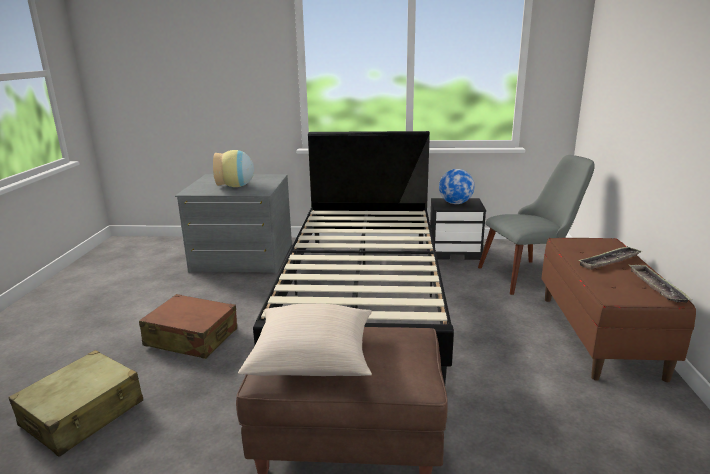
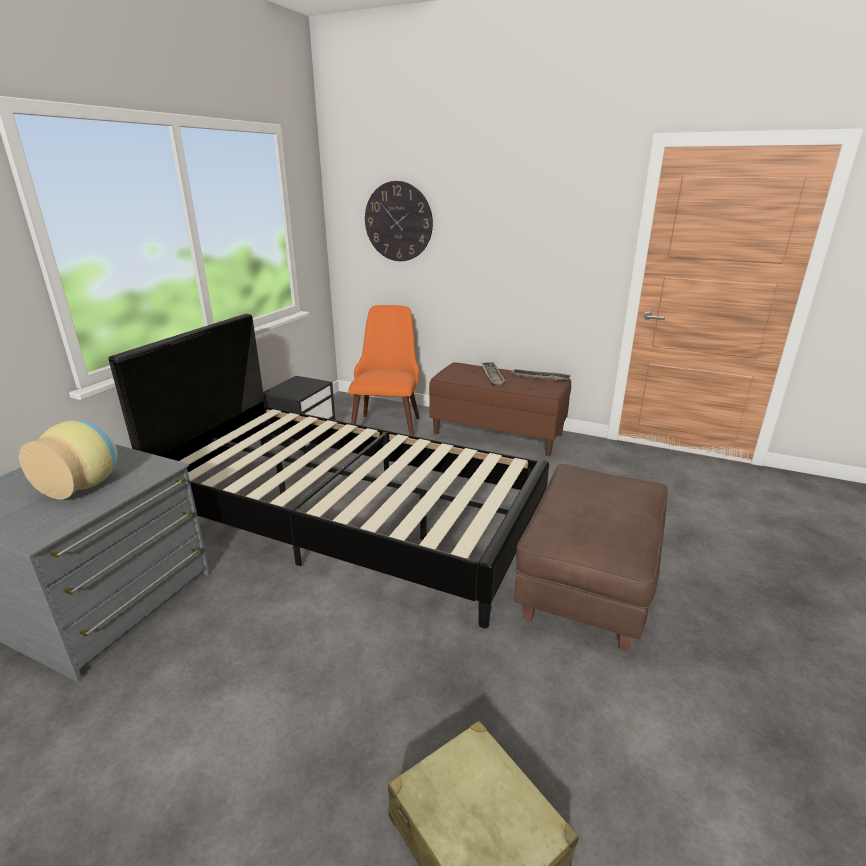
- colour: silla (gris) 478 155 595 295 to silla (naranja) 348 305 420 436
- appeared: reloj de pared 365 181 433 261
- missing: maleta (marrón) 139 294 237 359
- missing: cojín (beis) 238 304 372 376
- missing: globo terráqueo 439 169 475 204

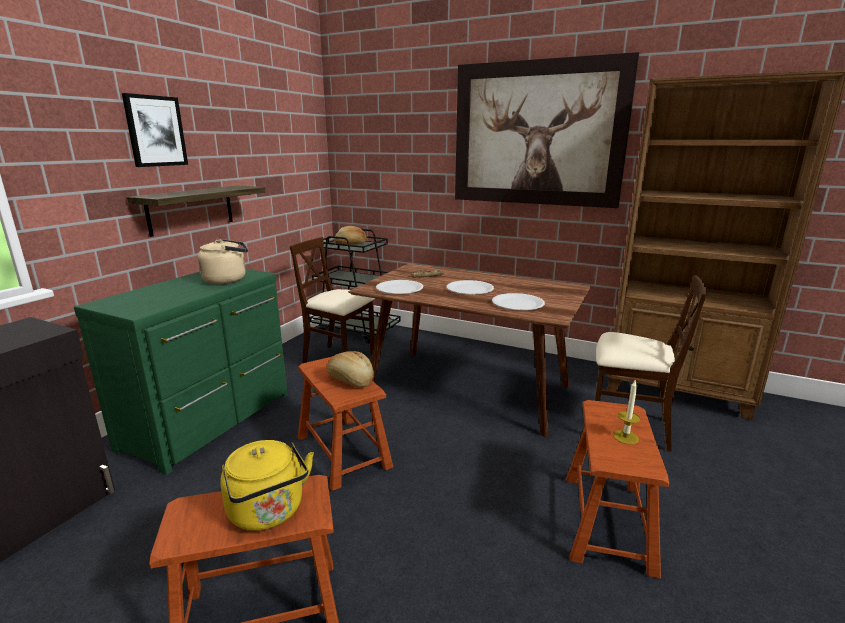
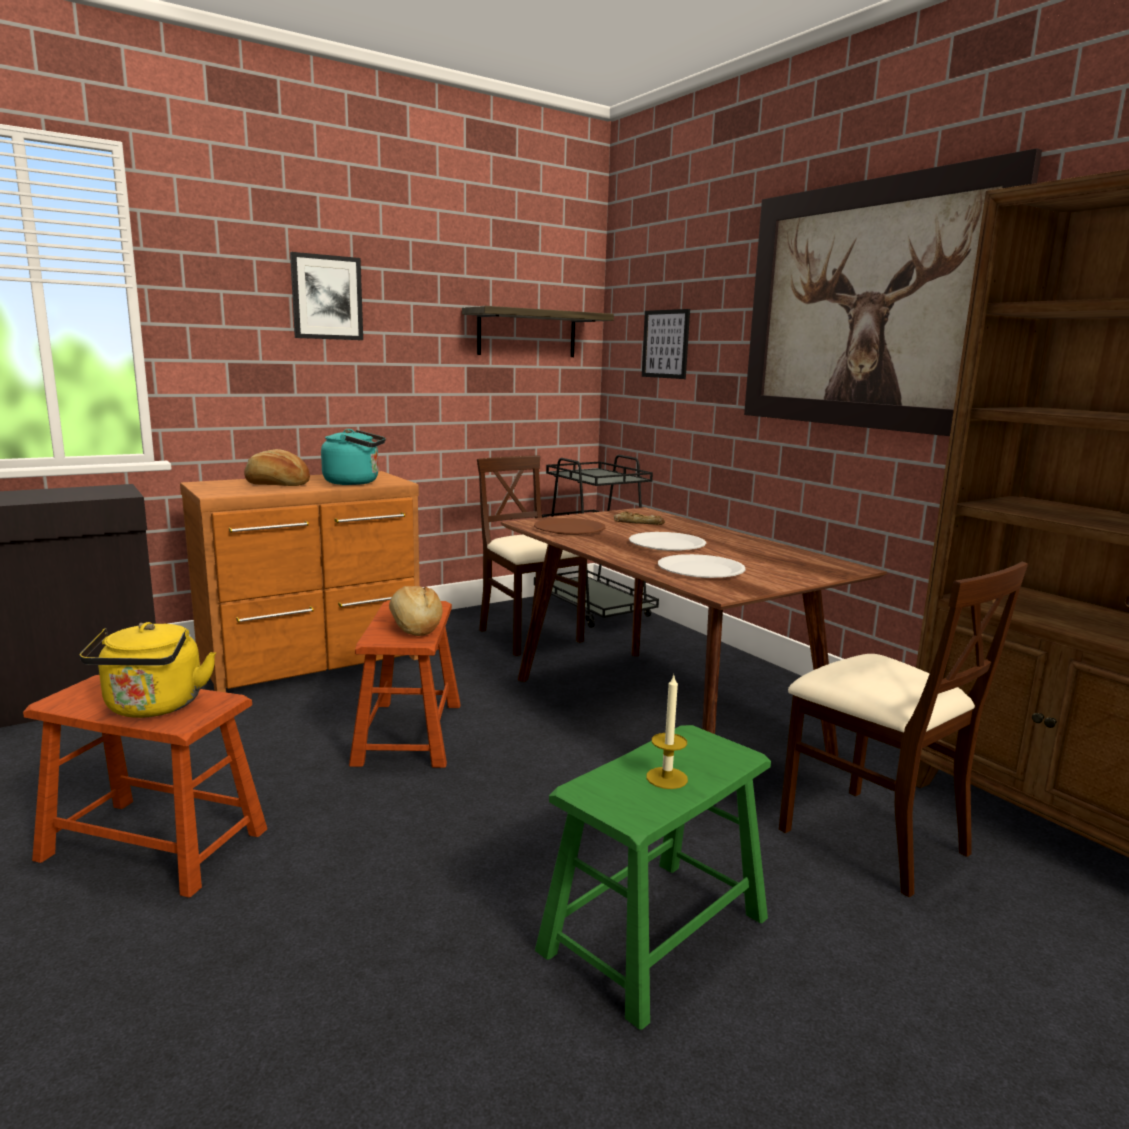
- colour: cómoda (verde) 74 269 288 475 to cómoda (marrón) 180 471 420 692
- relocated: pan 334 226 367 245 to 244 449 310 486
- colour: hervidor (beis) 198 239 248 284 to hervidor (turquesa) 321 429 386 485
- relocated: estante 127 185 266 237 to 462 306 614 357
- colour: plato (blanco) 376 280 423 294 to plato (marrón) 534 518 606 535
- colour: taburete (marrón) 566 400 669 578 to taburete (verde) 535 725 771 1030
- appeared: cuadro 642 309 690 379

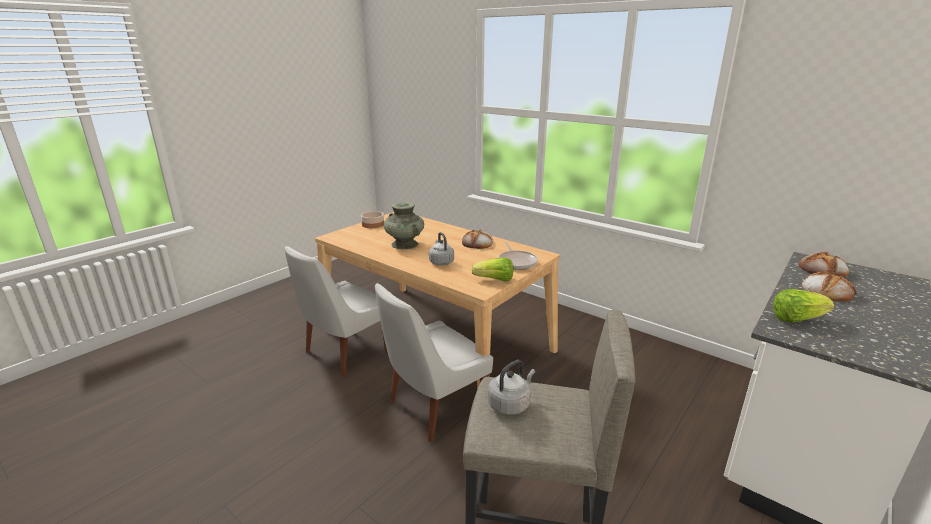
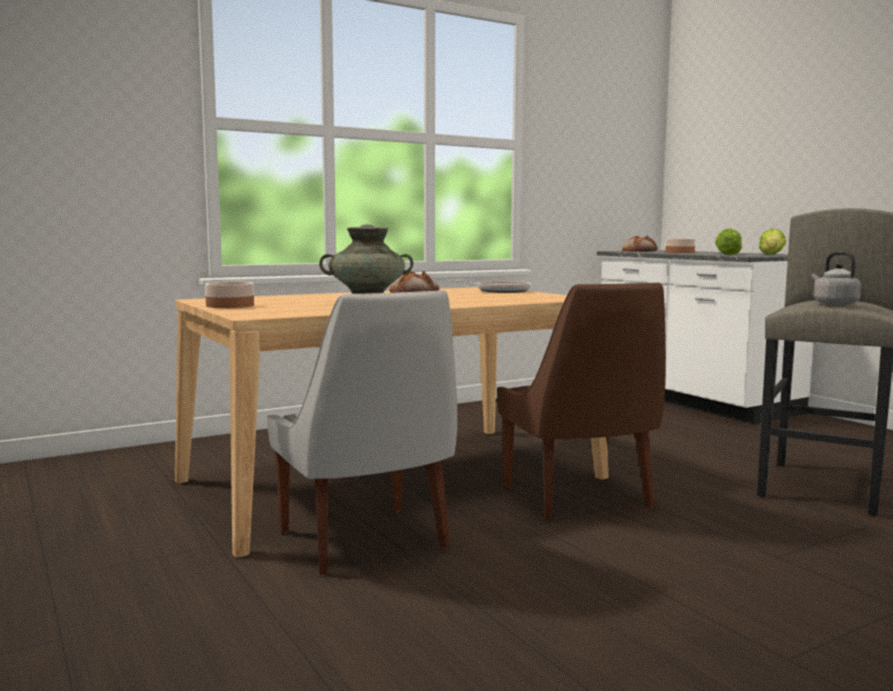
- colour: silla (blanco) 375 283 493 442 to silla (marrón) 497 283 666 521
- exchanged: pan 802 270 856 302 to cuenco 665 238 696 253
- relocated: lechuga 471 258 513 281 to 759 229 786 254
- missing: hervidor (gris) 429 232 454 266

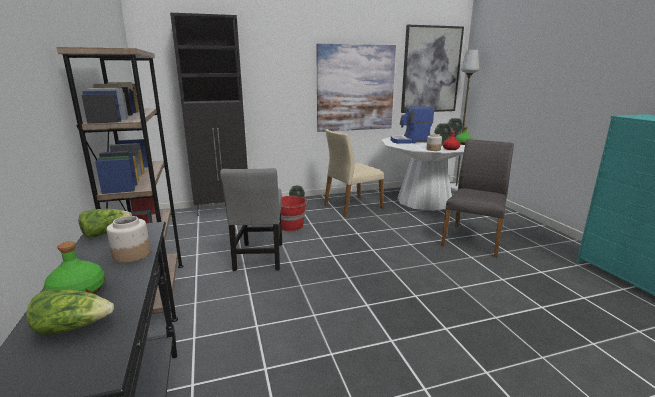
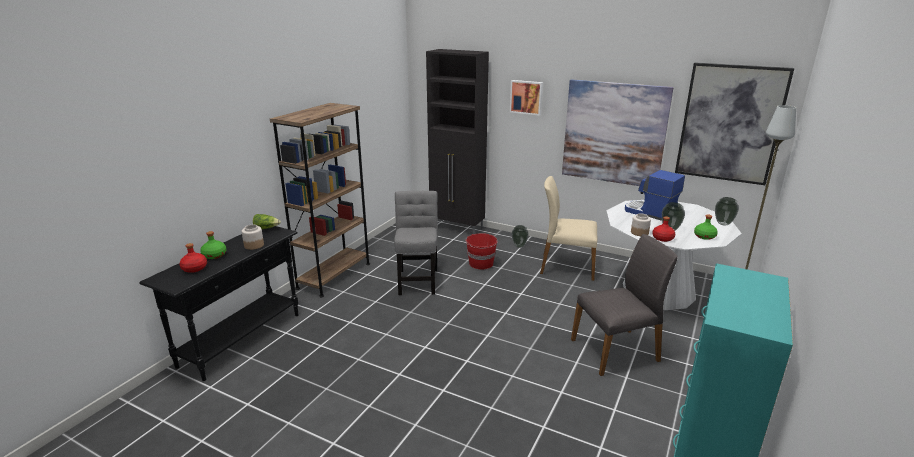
- exchanged: lechuga 27 289 114 335 to botella (rojo) 179 243 207 273
- spun: silla (gris) 220 168 282 271 = 394 191 438 295 135 degrees clockwise
- appeared: cuadro 510 80 543 116

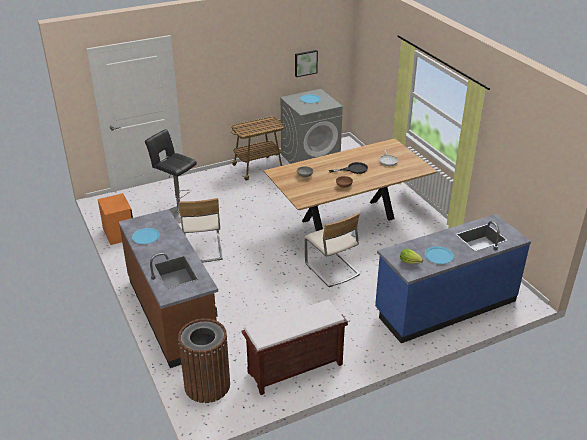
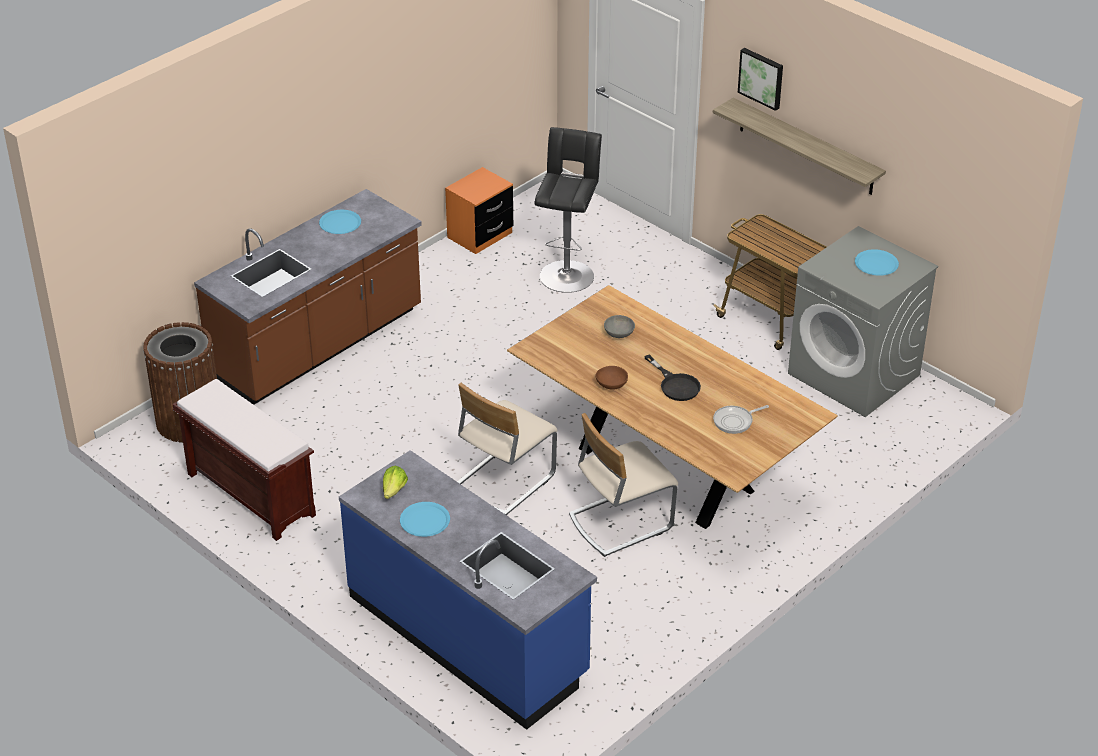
- relocated: silla (beis) 179 198 223 263 to 569 413 678 557
- appeared: estante 713 98 886 195
- relocated: cuadro 295 50 318 77 to 738 48 783 111

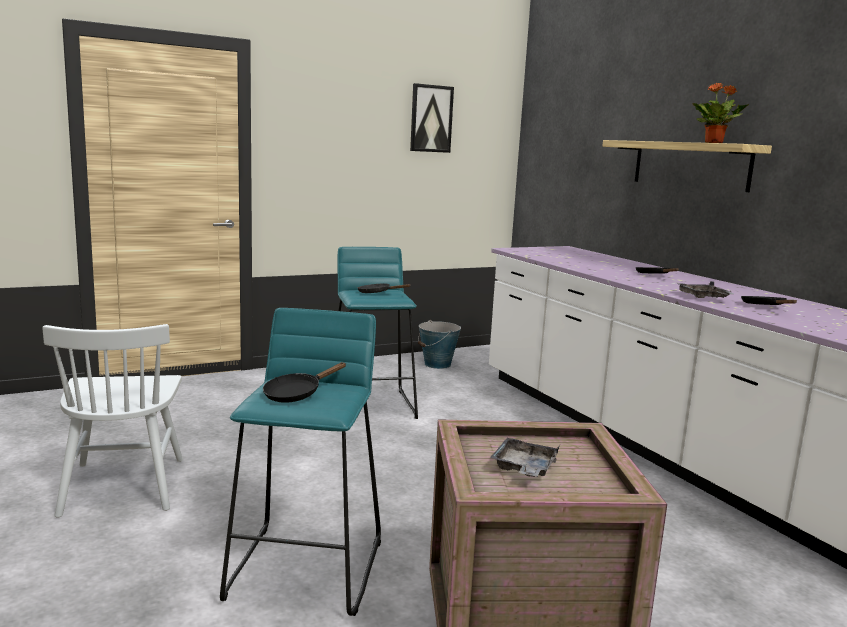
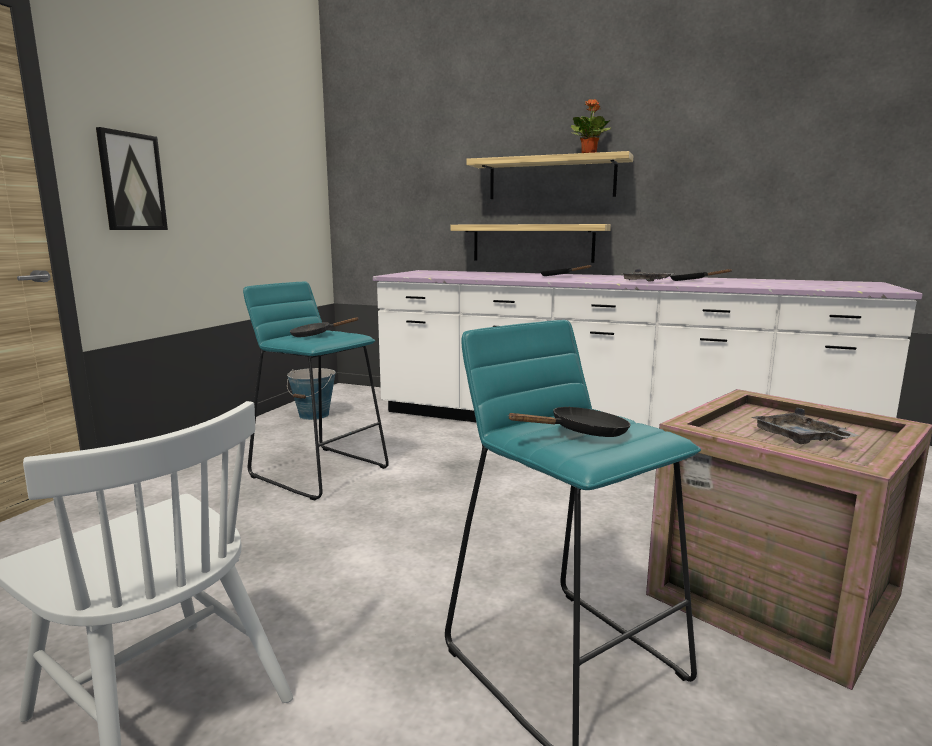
- relocated: cuadro 410 83 454 153 to 96 127 168 230
- appeared: estante 450 224 611 263
- spun: sartén (negro) 263 362 346 403 = 508 406 631 437 120 degrees counterclockwise

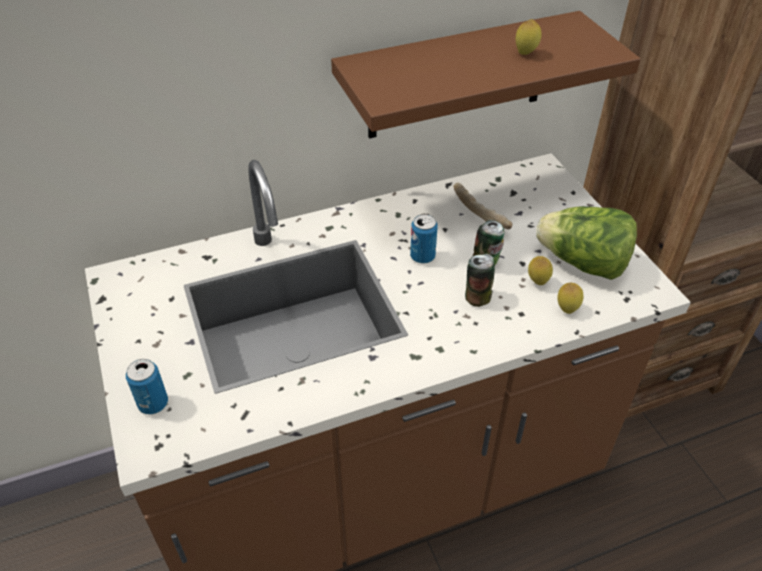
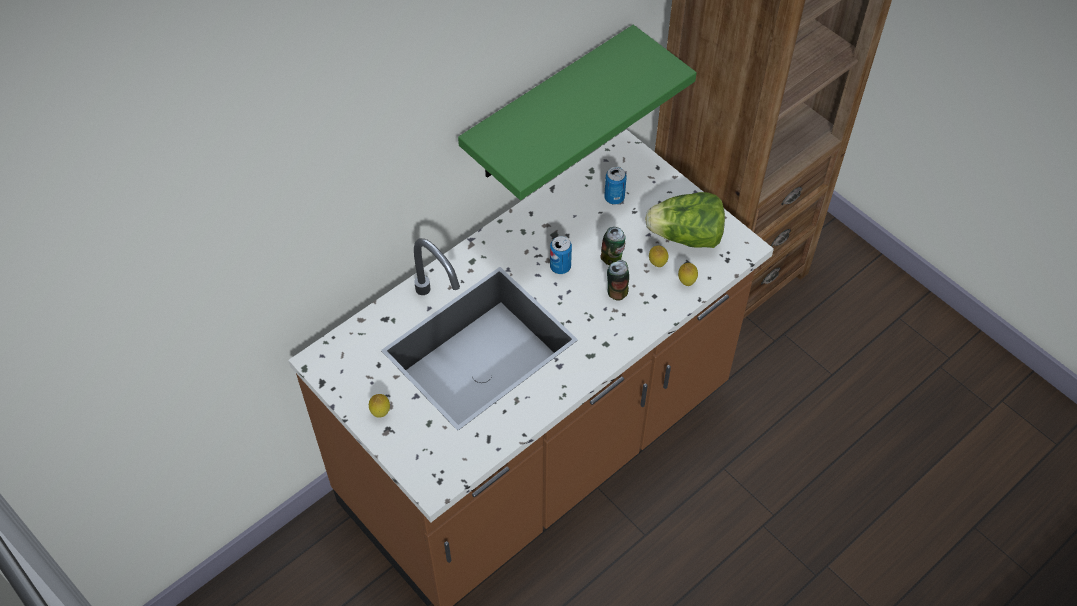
- relocated: limón 516 19 542 55 to 369 394 390 418
- colour: estante (marrón) 331 11 640 139 to estante (verde) 458 25 697 200
- relocated: lata 126 359 168 414 to 604 167 627 205
- missing: pan 454 183 512 229

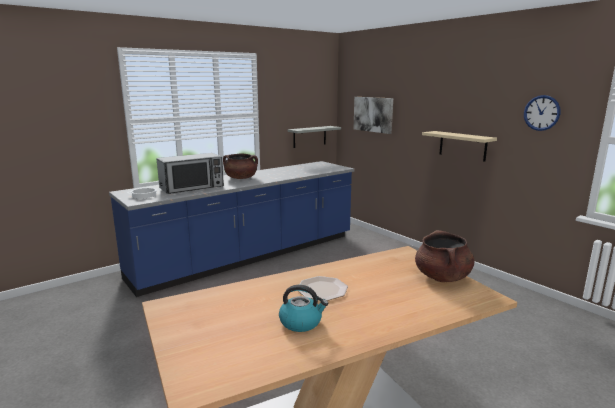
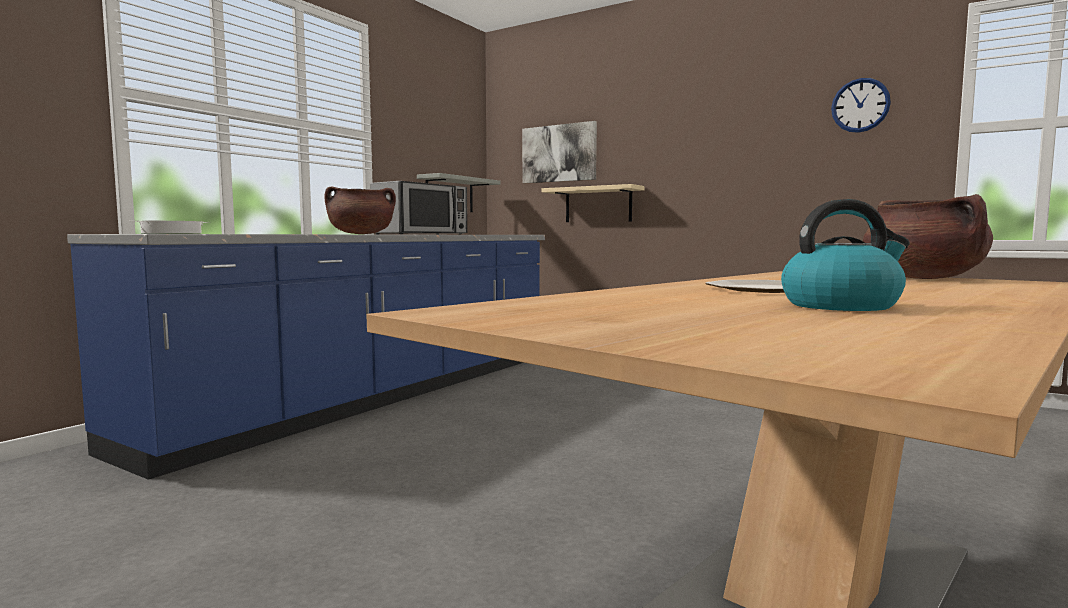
- relocated: microondas 157 153 224 194 to 370 181 467 235
- relocated: estante (beis) 422 131 497 162 to 541 184 644 222

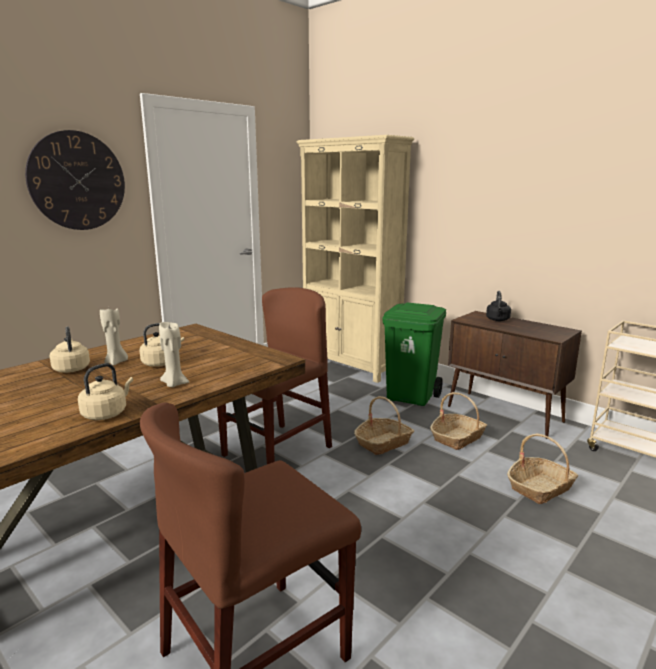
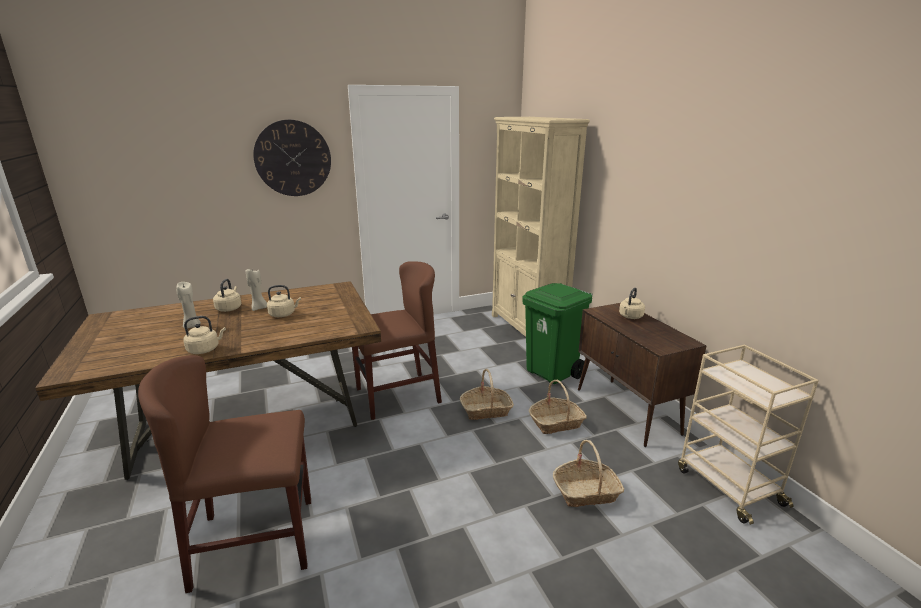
- relocated: vela (beis) 159 322 189 387 to 176 282 201 328
- colour: hervidor (negro) 486 291 511 321 to hervidor (beis) 619 288 645 319

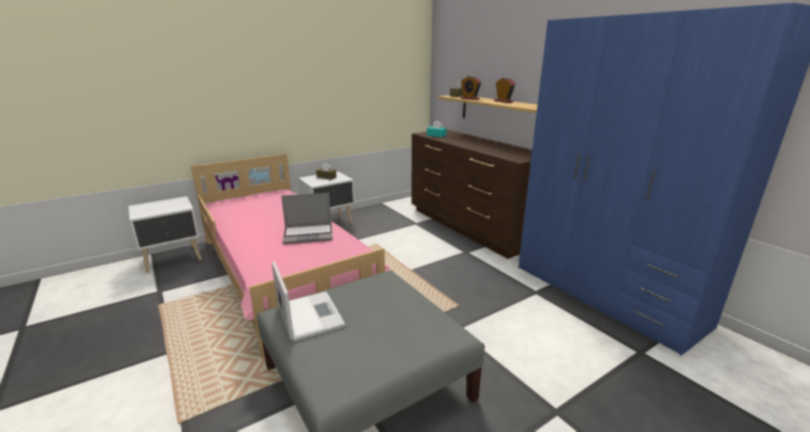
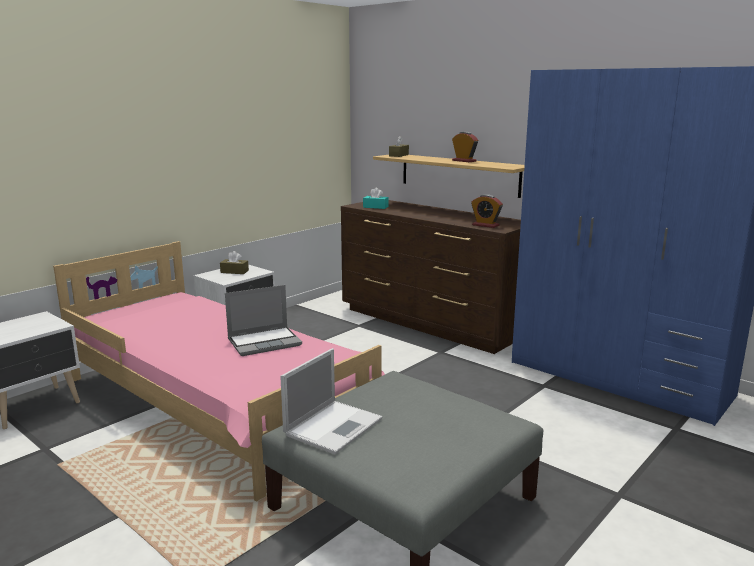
- spun: portátil 272 261 346 342 = 280 348 382 455 75 degrees clockwise
- relocated: despertador 461 76 481 100 to 471 194 503 228

